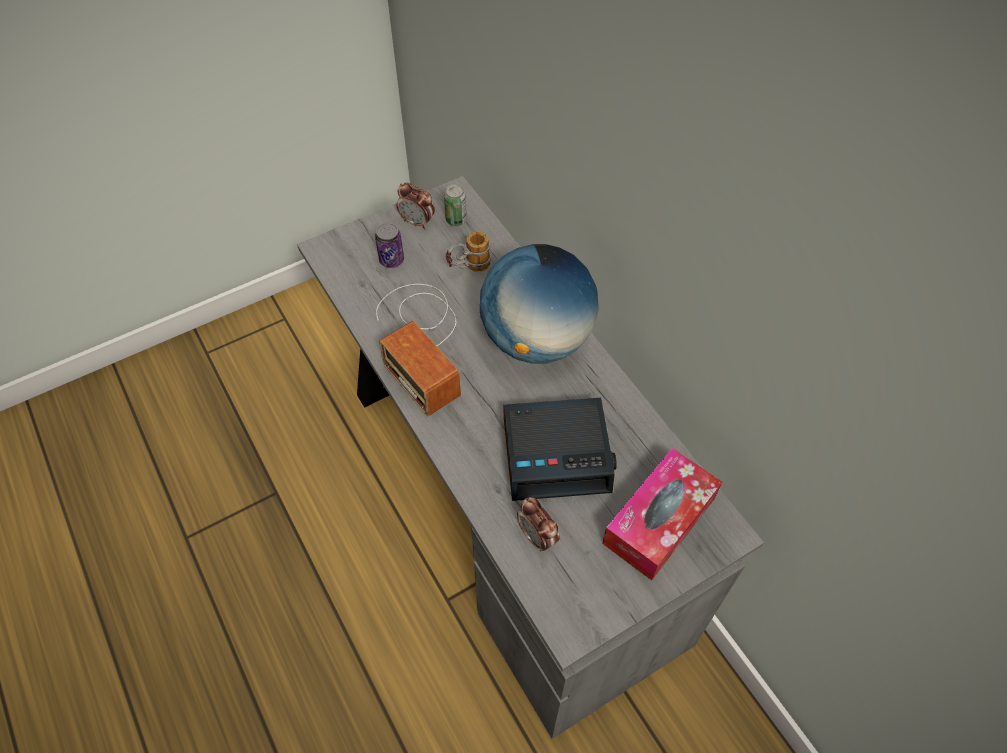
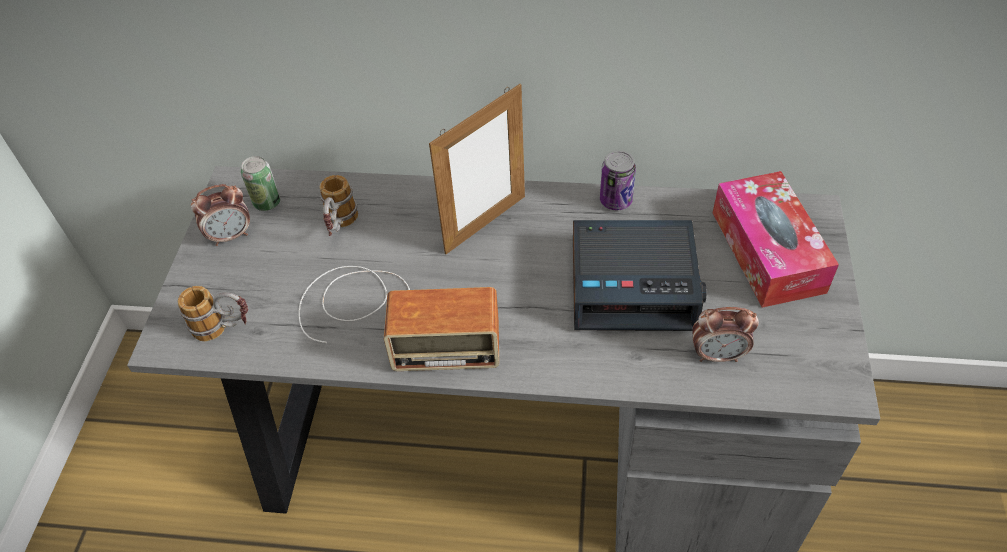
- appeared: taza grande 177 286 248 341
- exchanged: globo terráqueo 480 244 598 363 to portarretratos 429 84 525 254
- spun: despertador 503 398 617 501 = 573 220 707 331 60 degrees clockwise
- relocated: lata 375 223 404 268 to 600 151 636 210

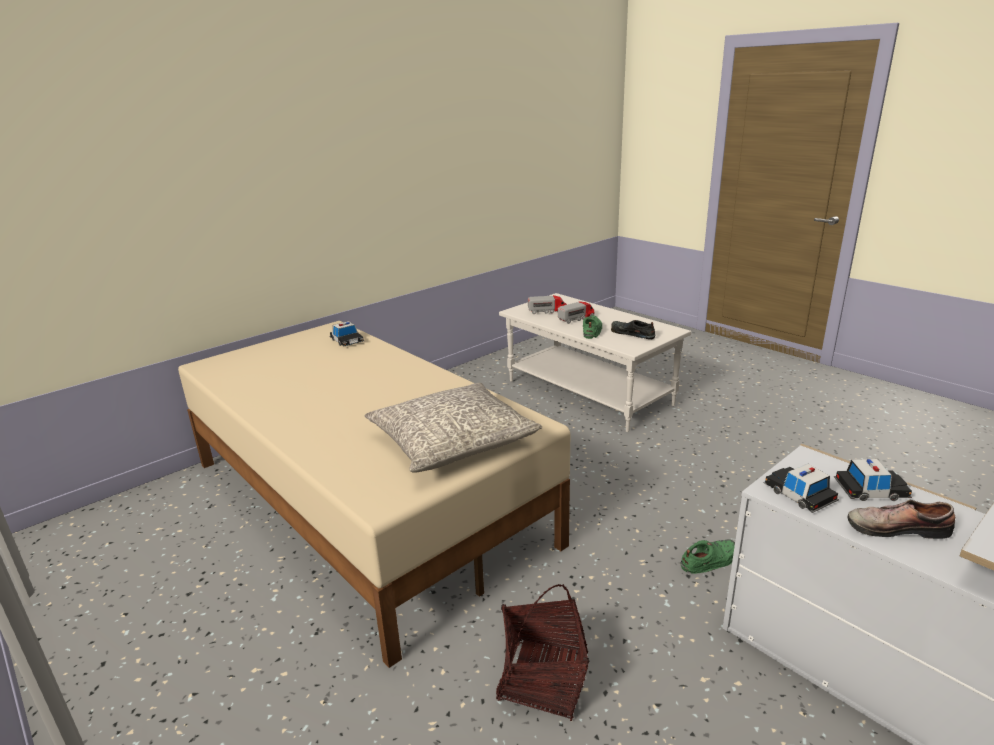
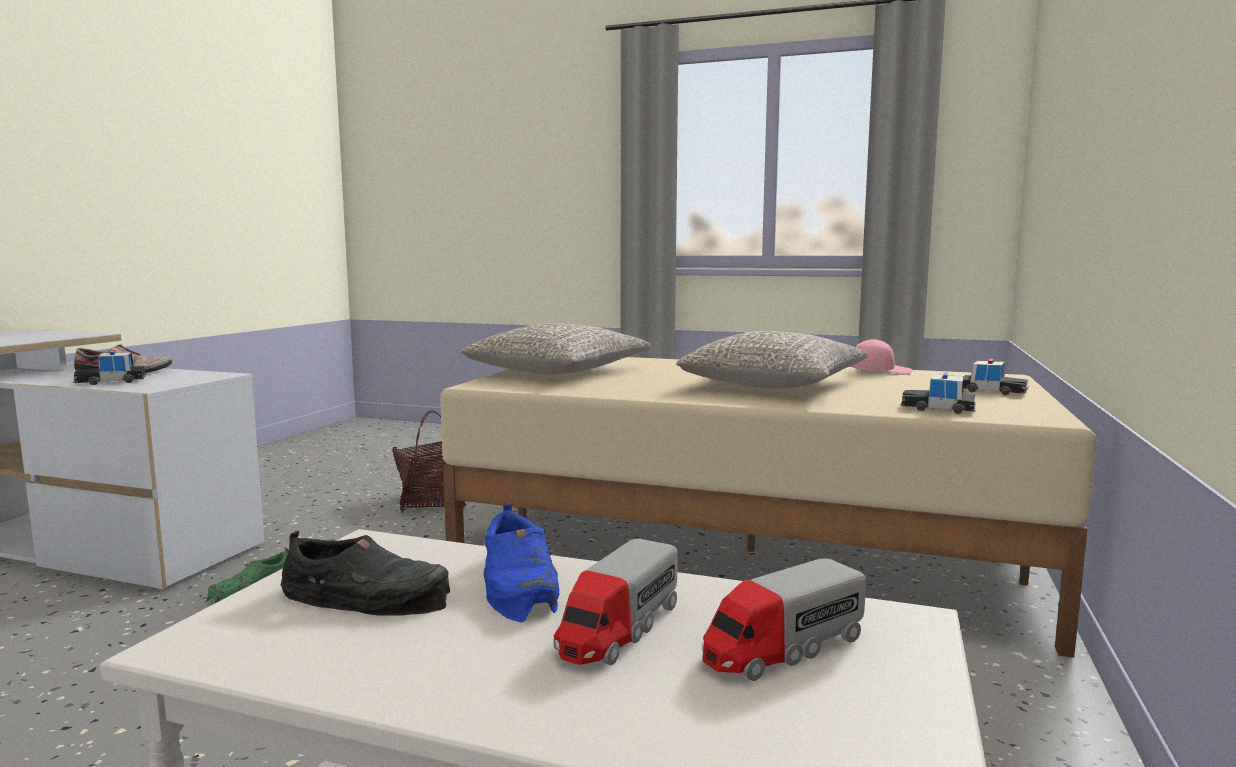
- colour: zapato (verde) 583 315 602 339 to zapato (azul) 484 504 559 623
- appeared: cojín (gris) 676 331 868 388
- appeared: gorra (rosa) 852 339 913 375
- relocated: coche de juguete 763 464 839 513 to 963 359 1029 395

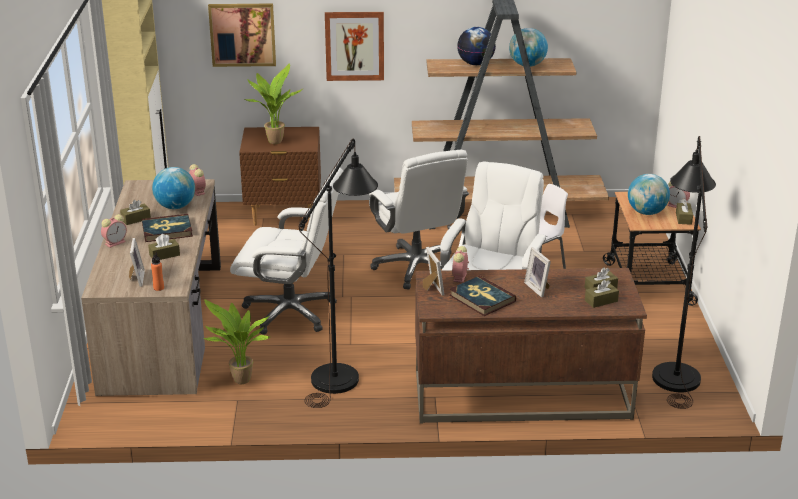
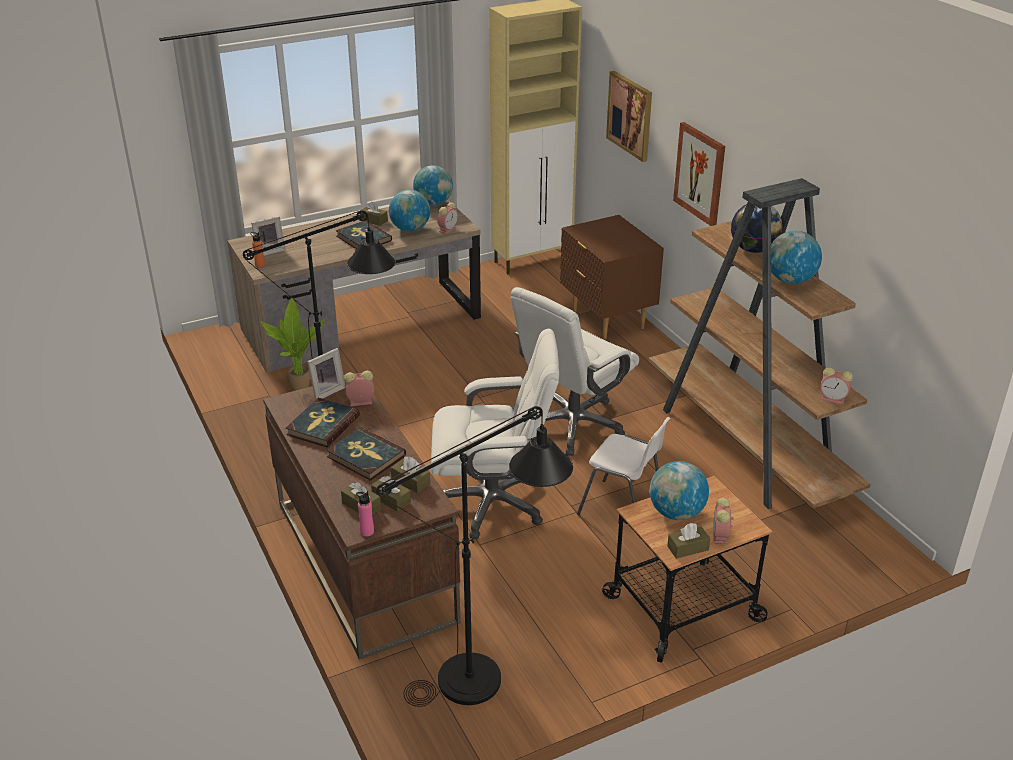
- exchanged: portarretratos 524 247 551 297 to libro 326 427 406 481
- appeared: botella (rosa) 356 491 374 536
- relocated: caja de pañuelos (marrón) 148 234 180 260 to 391 457 430 493
- appeared: globo terráqueo 413 165 453 206
- relocated: despertador 101 214 127 248 to 820 367 853 404
- missing: silla de oficina (blanco) 230 168 343 335
- missing: planta en maceta 245 63 303 144

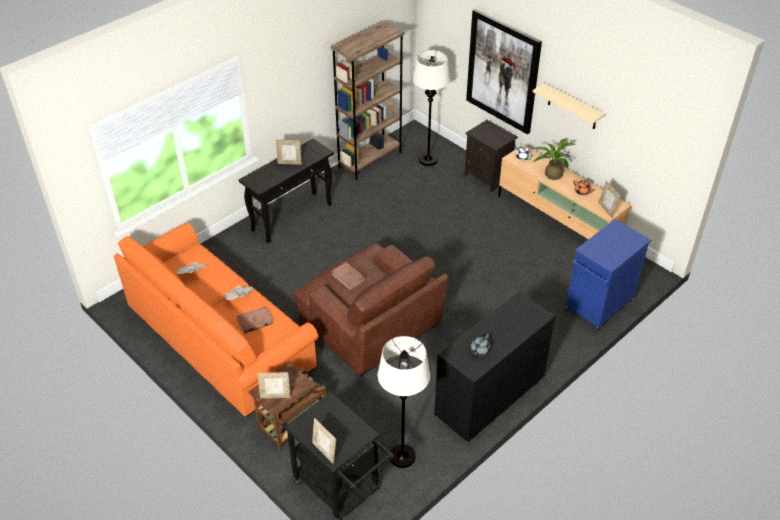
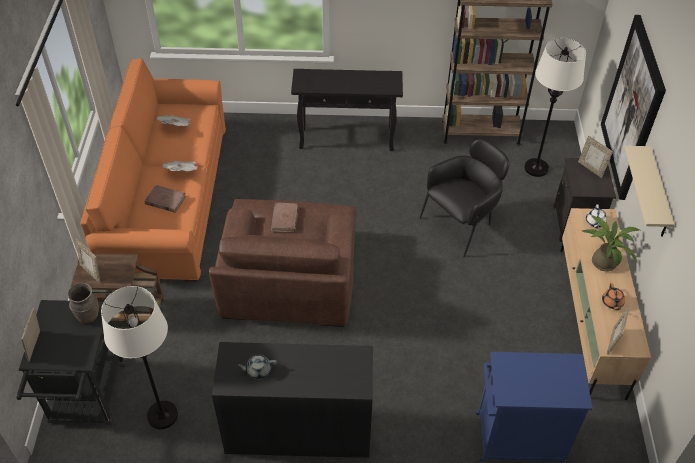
- appeared: florero (marrón) 68 283 99 324
- appeared: sillón (negro) 419 139 510 257
- relocated: portarretratos 276 140 302 165 to 578 136 613 178

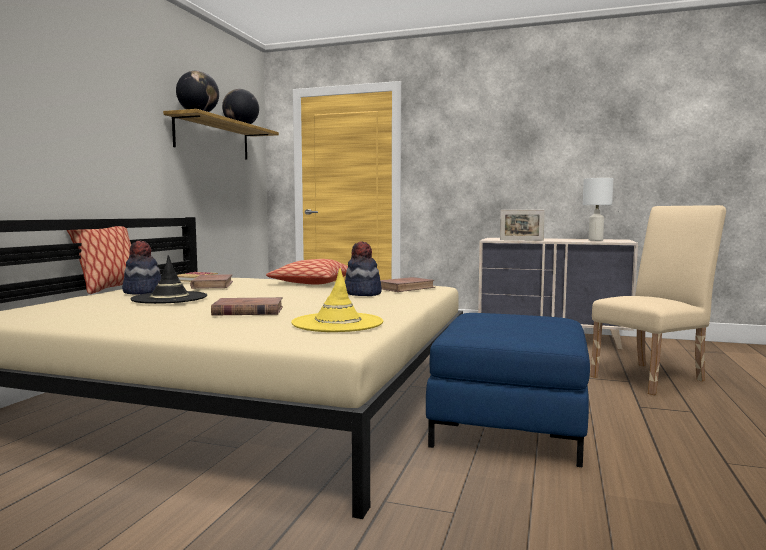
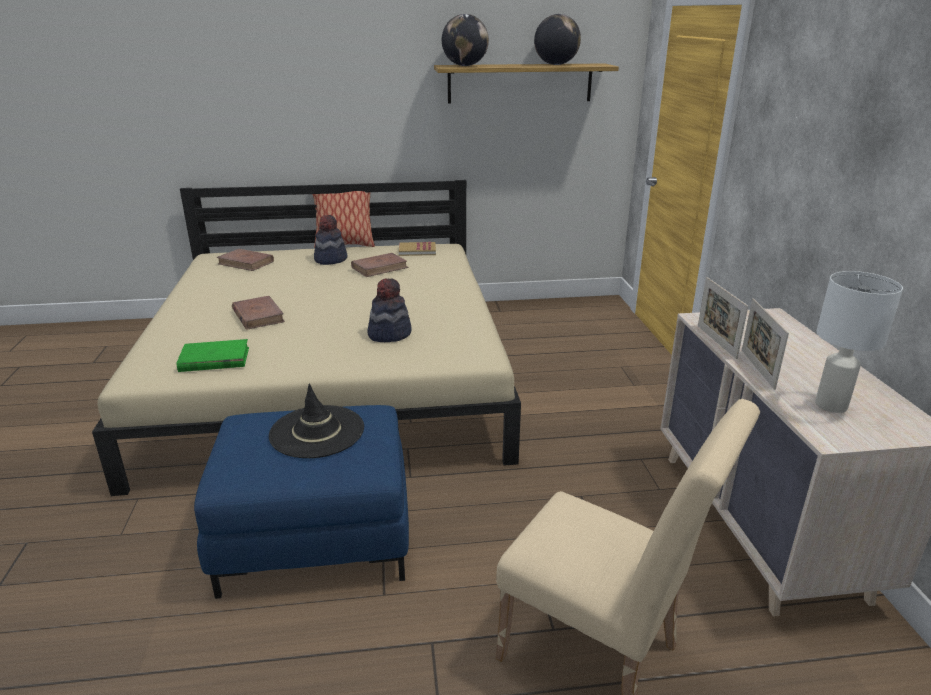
- exchanged: sombrero (amarillo) 291 268 383 332 to libro (verde) 176 339 249 372
- relocated: libro (marrón) 380 277 436 292 to 217 249 274 271
- relocated: sombrero (negro) 130 255 207 304 to 269 384 364 458
- appeared: portarretratos 742 298 789 390
- missing: cojín 266 259 348 285

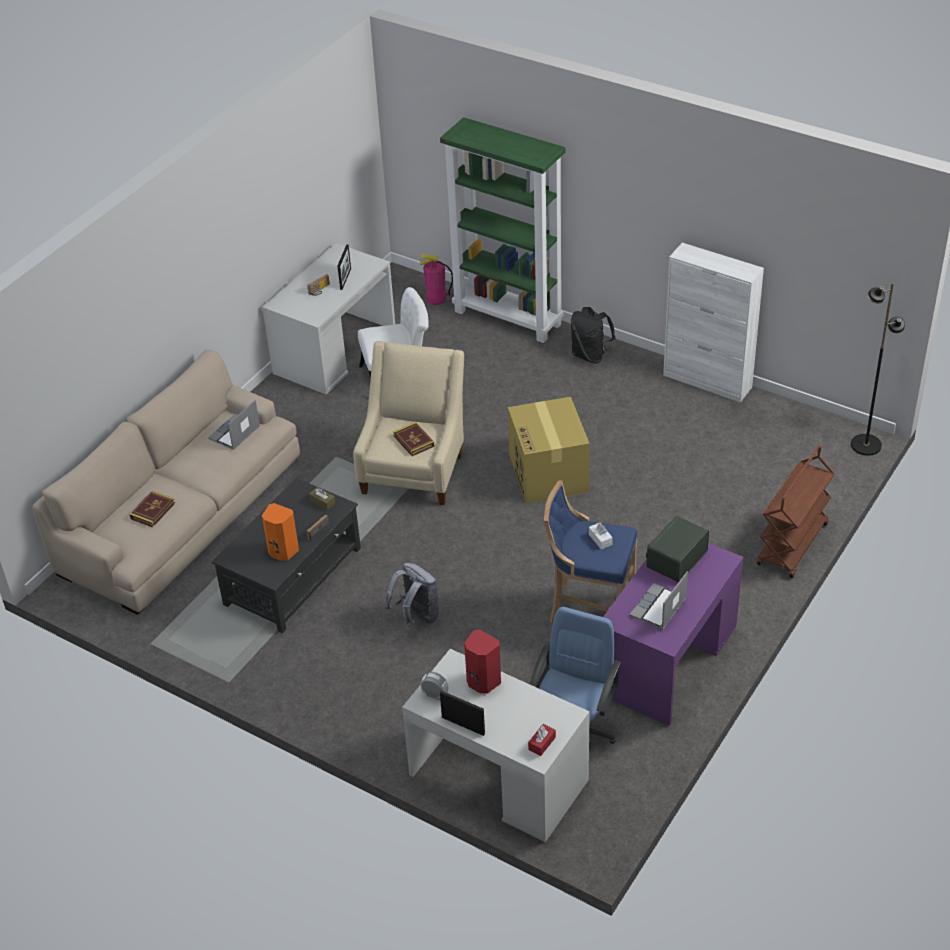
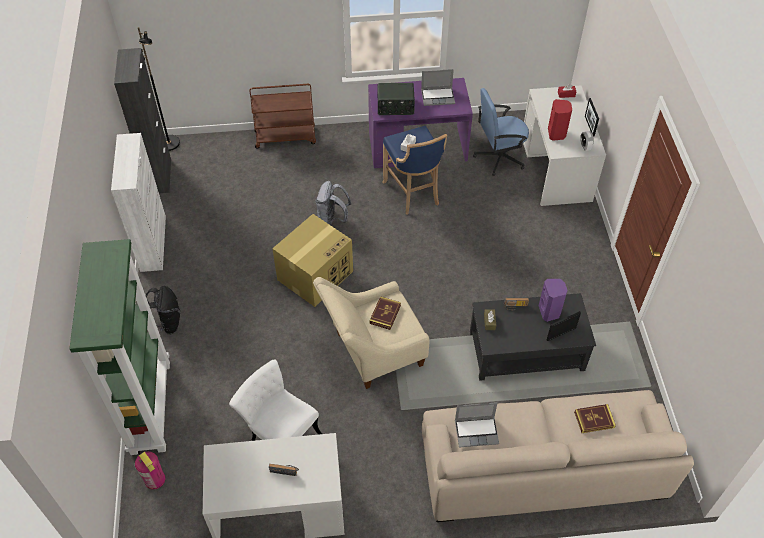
- appeared: armario (negro) 114 48 171 193
- relocated: mochila (gris) 385 563 439 628 to 315 181 351 225
- colour: altavoz (naranja) 262 503 299 561 to altavoz (morado) 539 279 567 322
- relocated: portarretratos 337 244 351 290 to 547 311 581 341

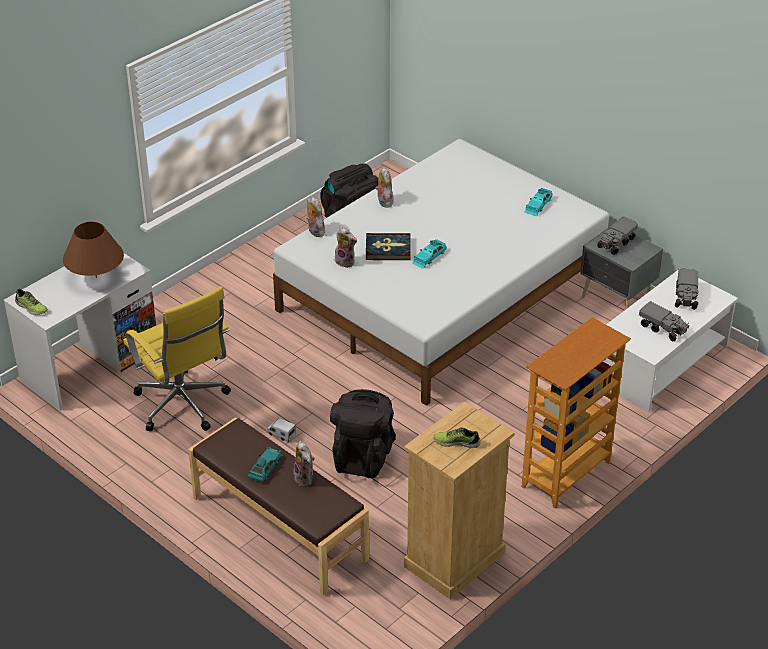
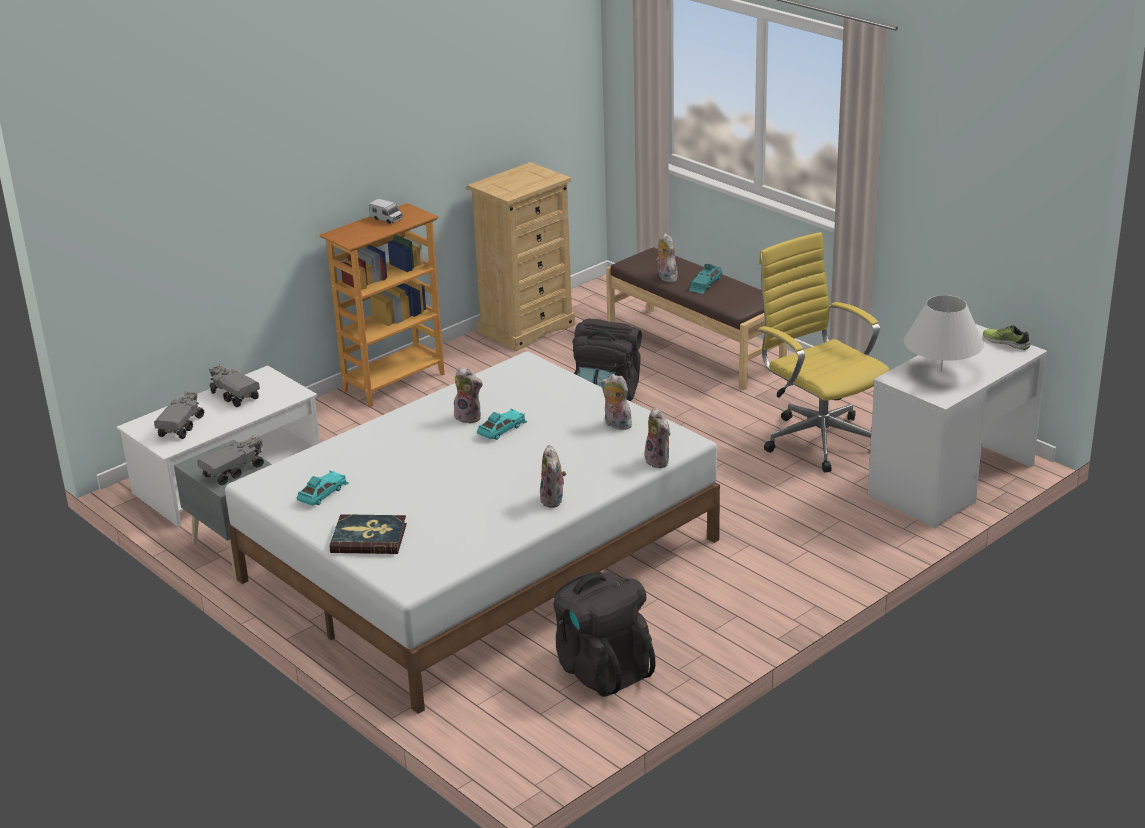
- relocated: libro 366 233 411 260 to 330 514 407 554
- relocated: camión de juguete 266 418 296 442 to 369 199 403 224
- appeared: peluche 454 367 483 424
- colour: lámpara de mesa (marrón) 63 222 124 278 to lámpara de mesa (blanco) 904 295 984 372
- missing: zapato 433 427 481 448

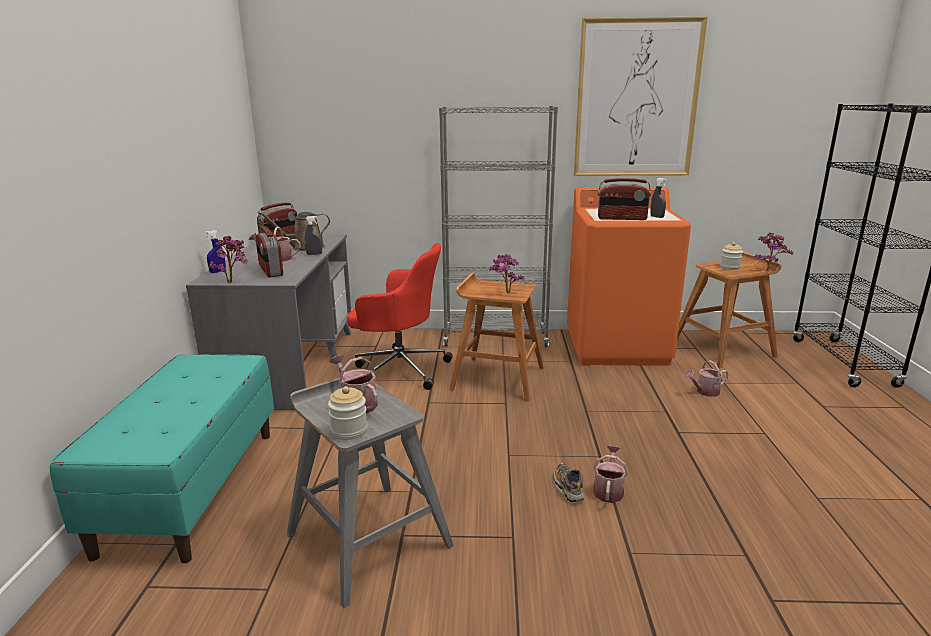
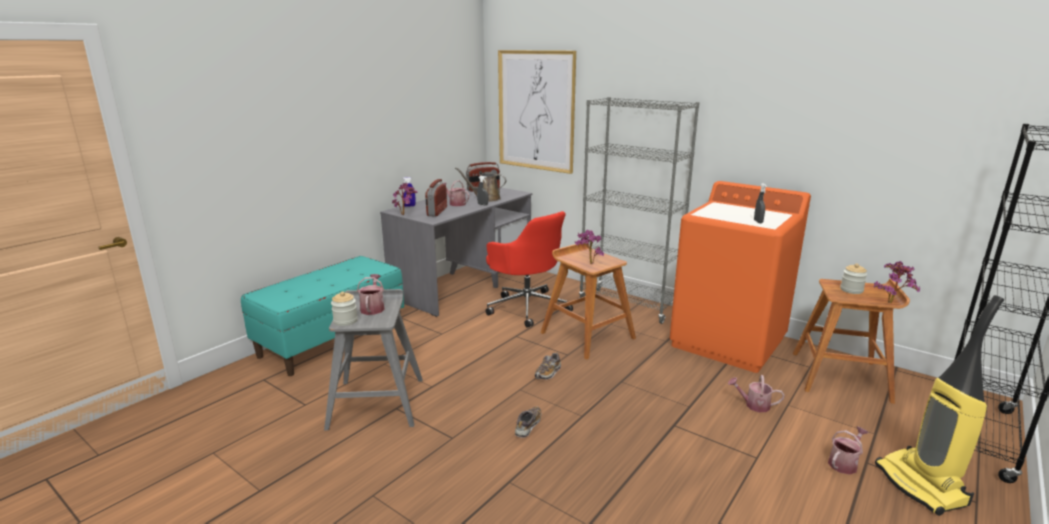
- relocated: cuadro 574 16 708 176 to 498 50 576 174
- appeared: zapato 535 352 561 380
- relocated: regadera 593 446 628 503 to 828 426 869 475
- appeared: aspiradora 875 295 1004 516
- missing: radio 598 178 651 220

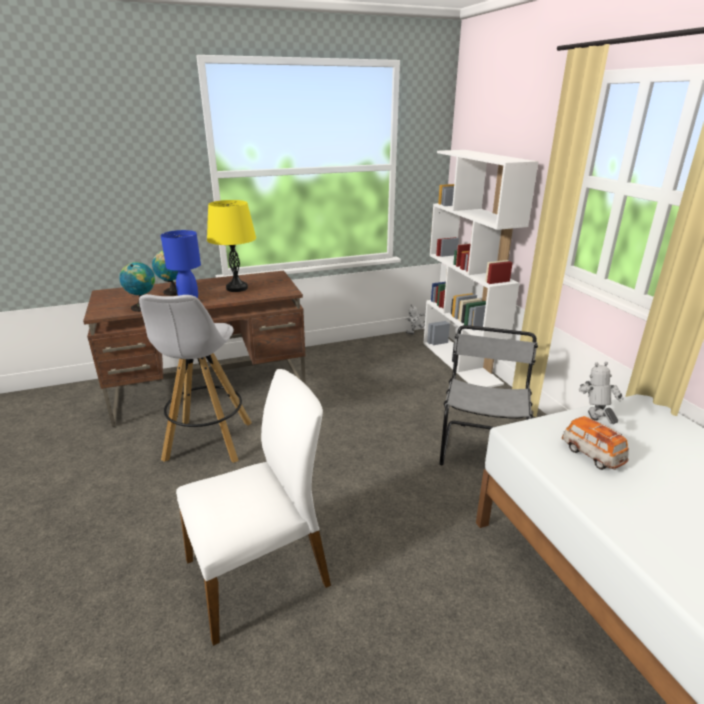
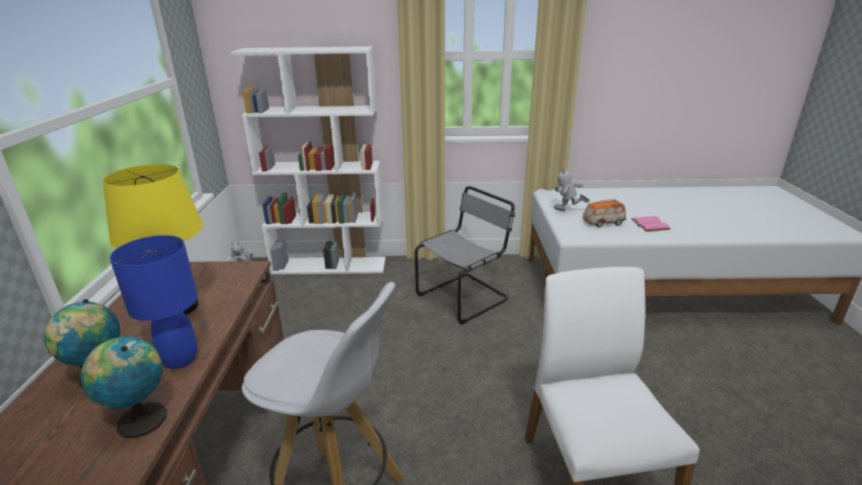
- spun: silla (gris) 439 325 538 465 = 415 186 515 325 105 degrees clockwise
- appeared: libro (rosa) 631 216 670 231

